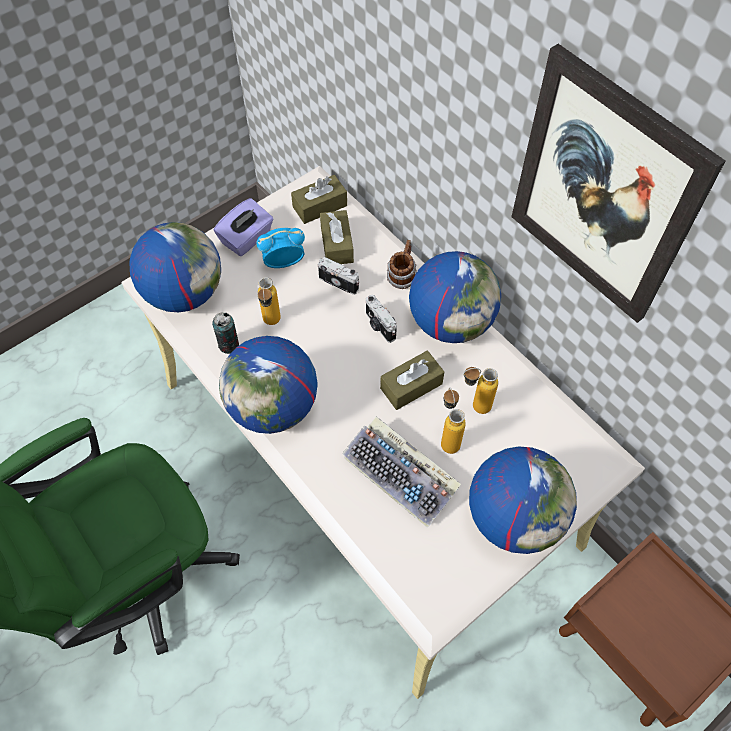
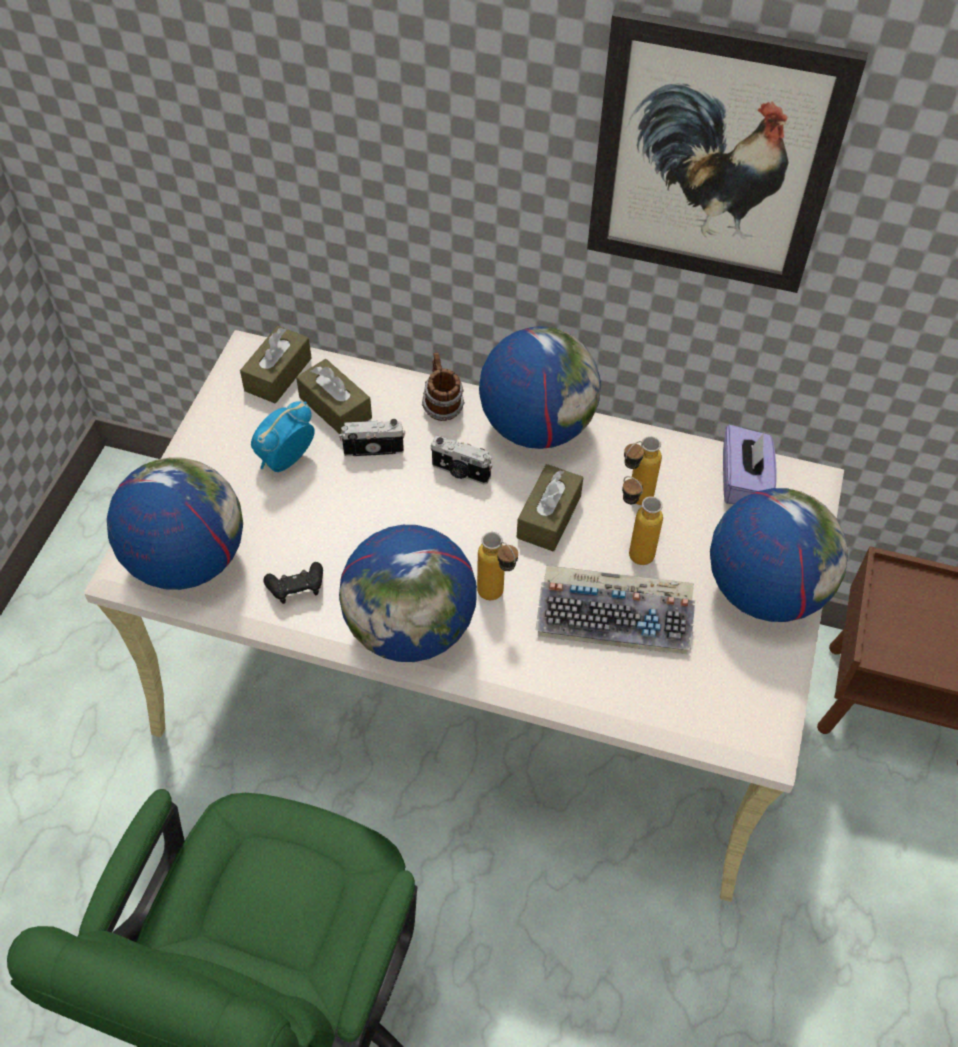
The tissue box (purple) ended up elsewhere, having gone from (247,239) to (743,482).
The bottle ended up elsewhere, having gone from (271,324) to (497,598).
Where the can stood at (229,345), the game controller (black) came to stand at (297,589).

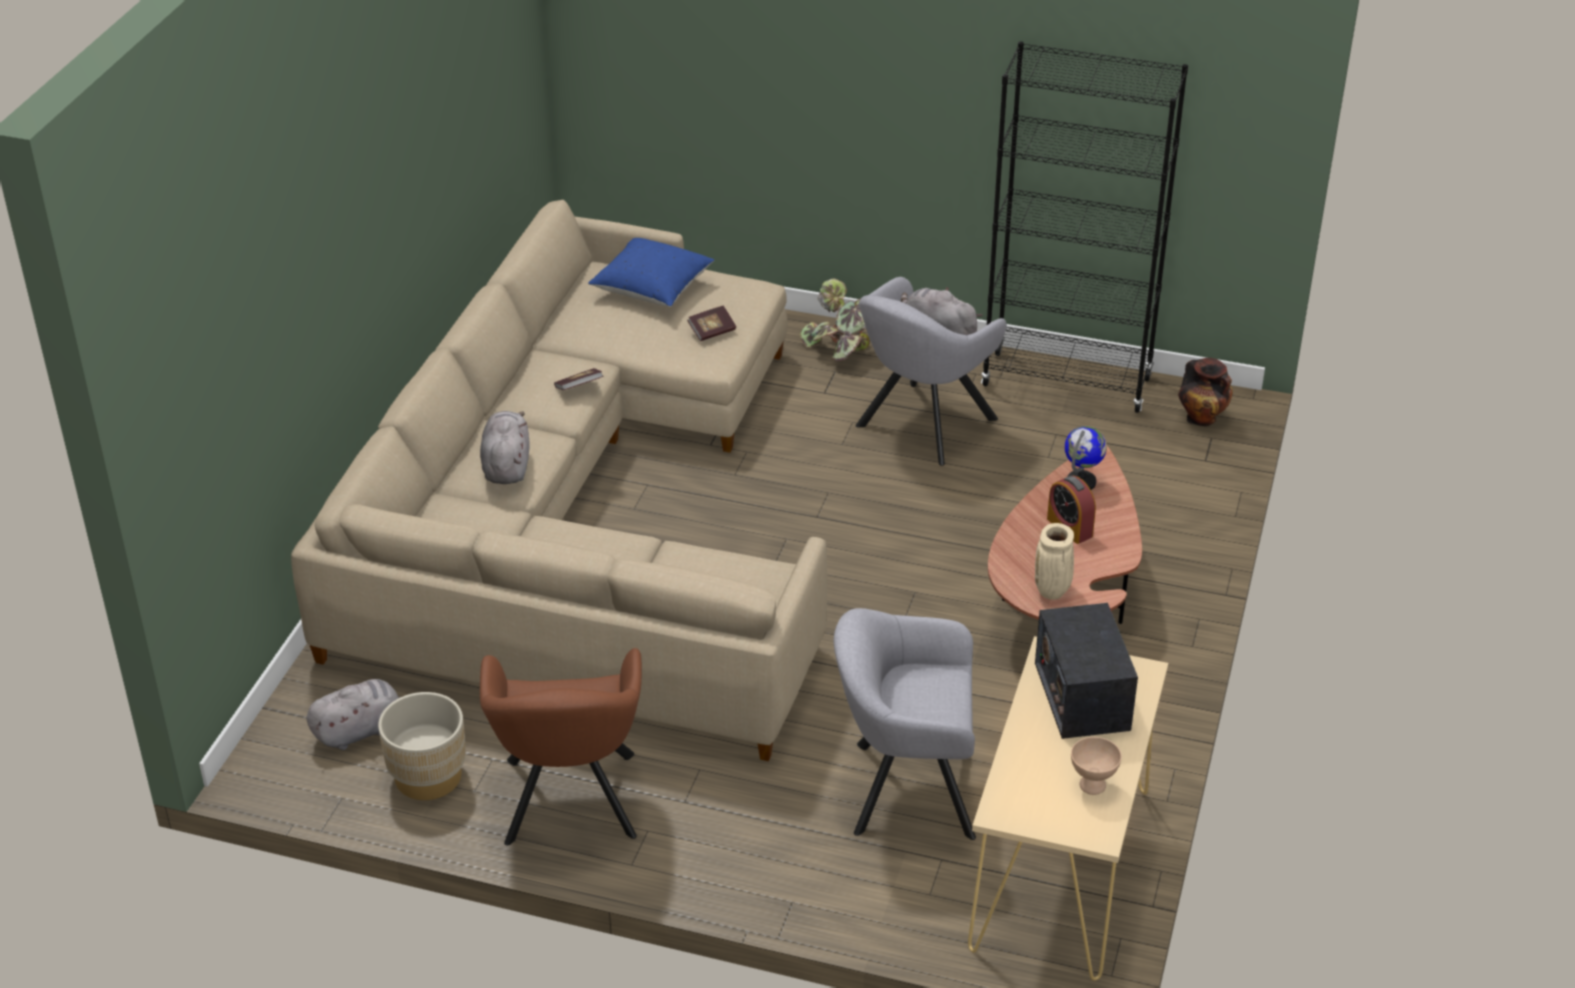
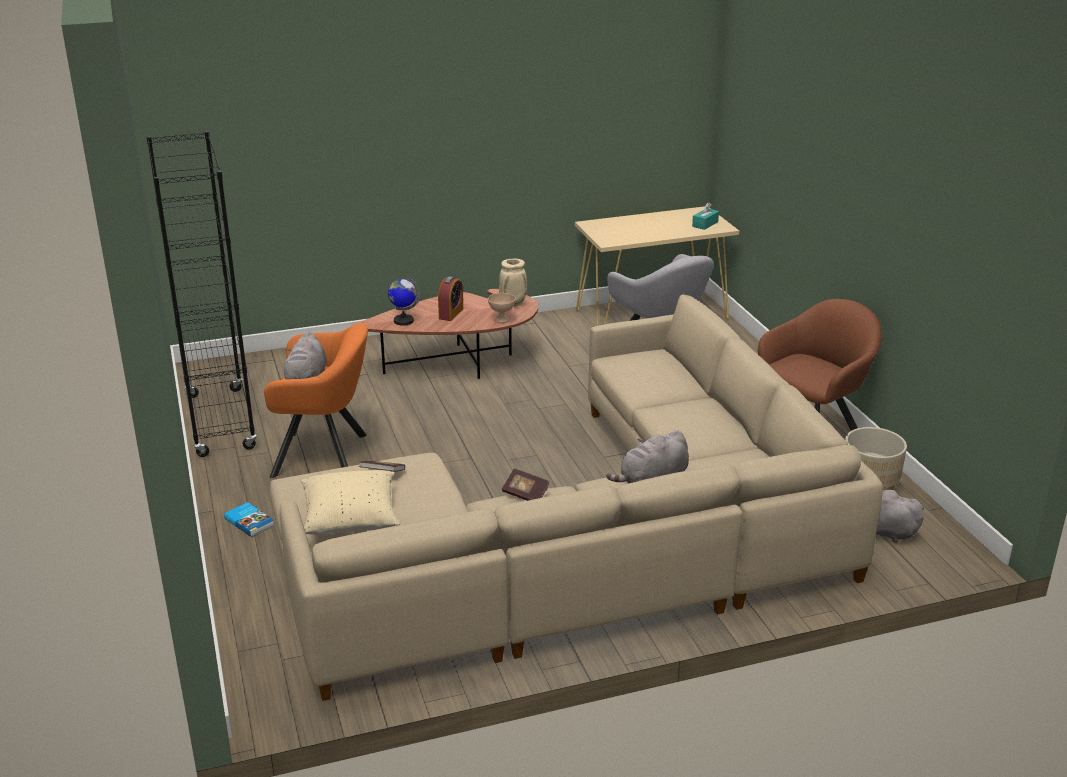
The second view lost the radio at (1081,695).
The second view lost the vase at (1202,419).
The second view gained the tissue box (turquoise) at (705,224).
The bowl (beige) ended up elsewhere, having gone from (1092,786) to (502,320).
Where the potted plant stood at (840,349), the book came to stand at (250,521).
What was the pillow (blue) at (652,289) turned into the pillow (beige) at (350,519).
What was the armchair (grey) at (921,426) turned into the armchair (orange) at (326,455).

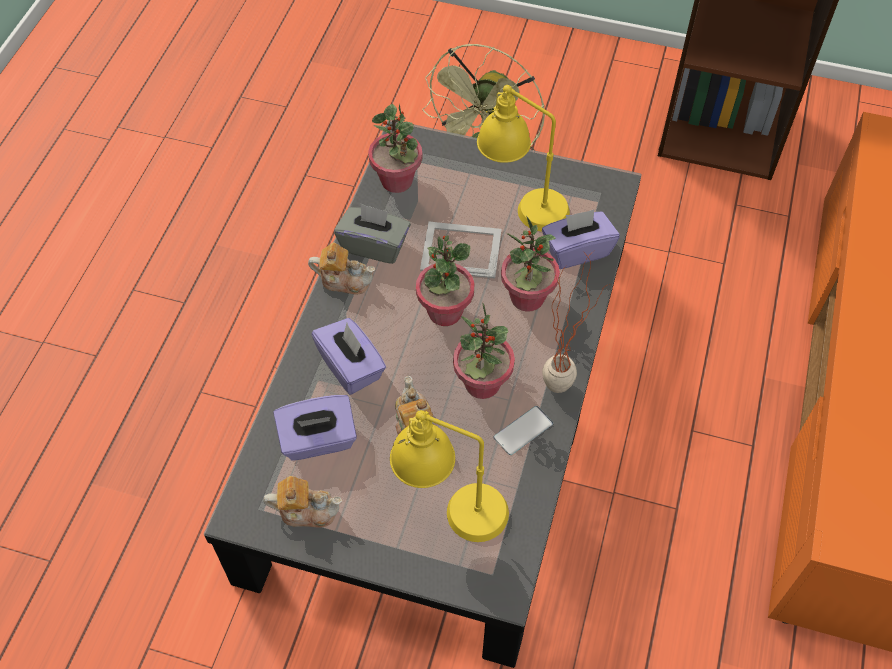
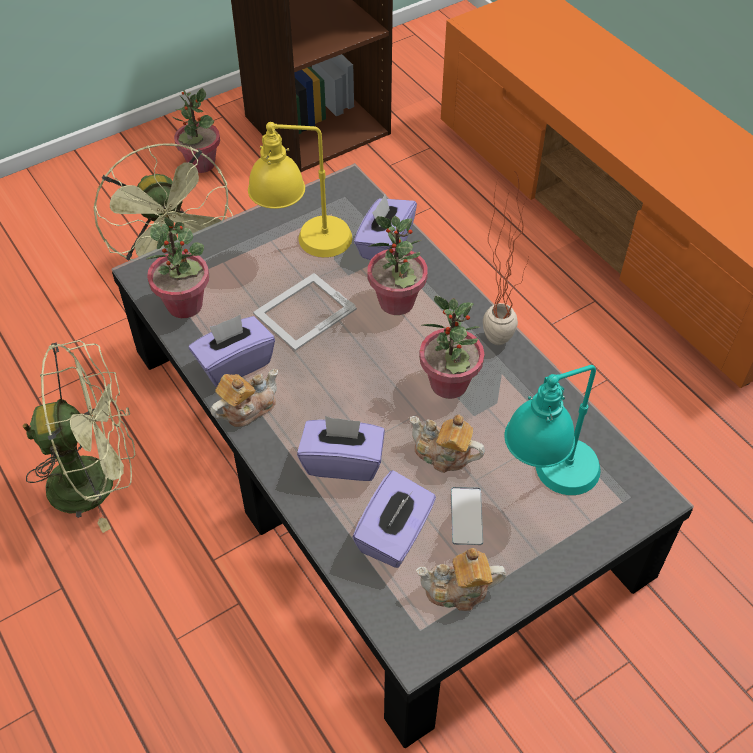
The second view gained the fan (green) at (97,480).
The potted plant ended up elsewhere, having gone from (444,312) to (201,164).
The phone ended up elsewhere, having gone from (523,430) to (466,516).
What was the tissue box (grey) at (374,245) turned into the tissue box (purple) at (234,364).
What was the table lamp (yellow) at (450,508) turned into the table lamp (turquoise) at (547,483).
The teapot at (306,510) ended up facing another way, 135 degrees counterclockwise from before.

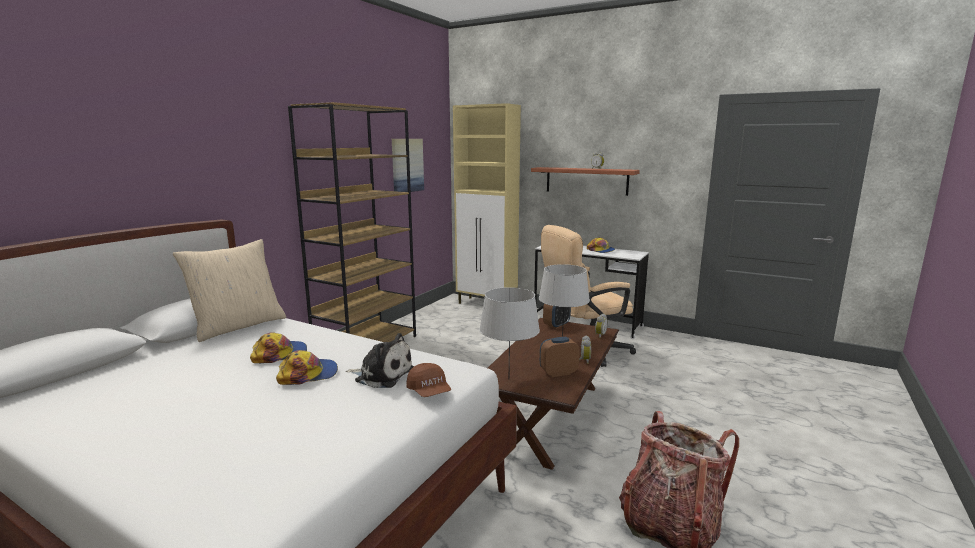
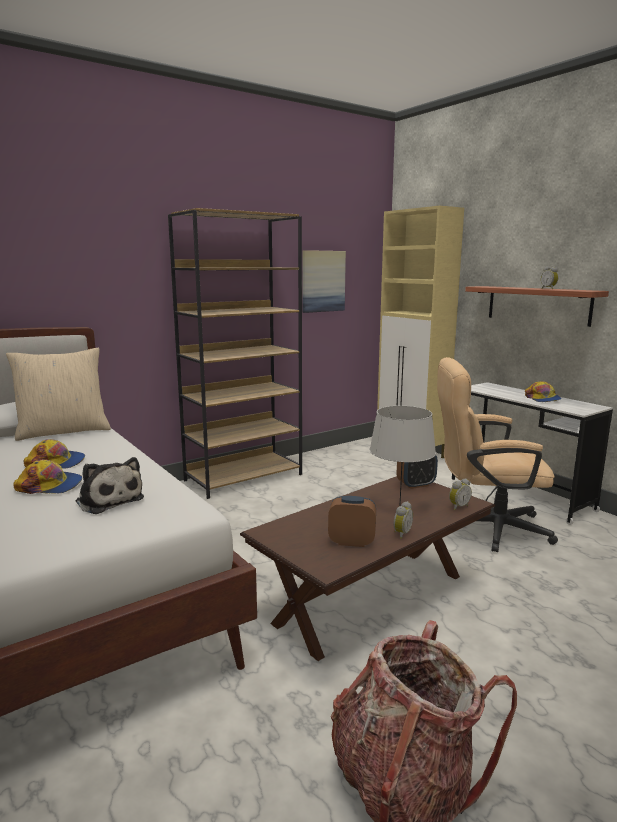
The second view lost the cap (brown) at (429,391).
The second view lost the table lamp (grey) at (508,379).

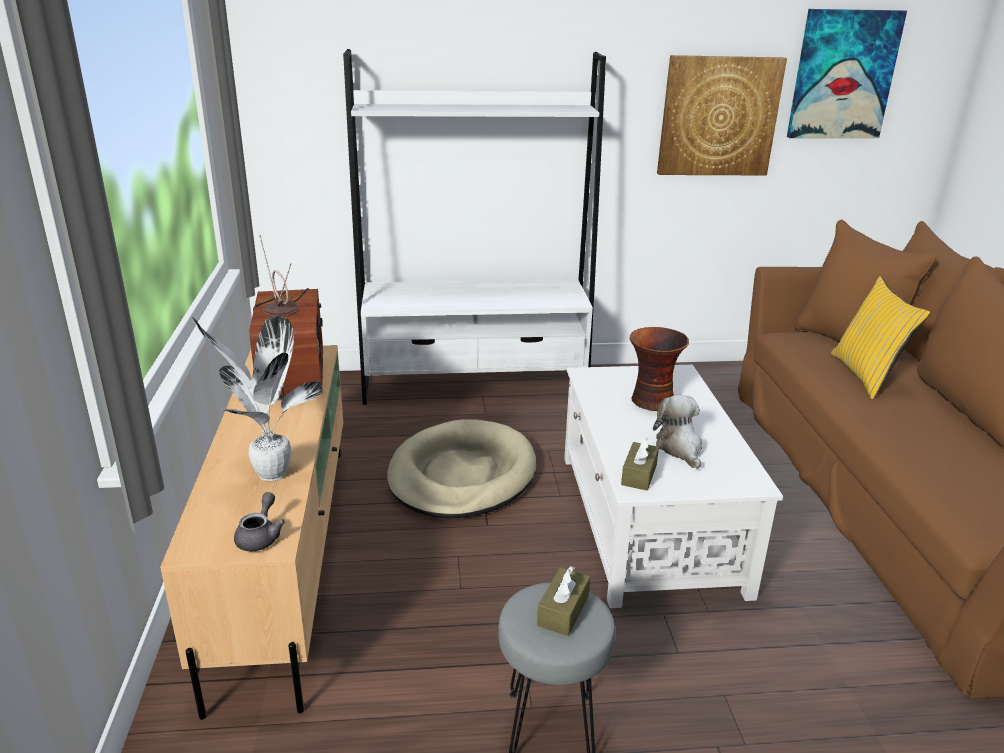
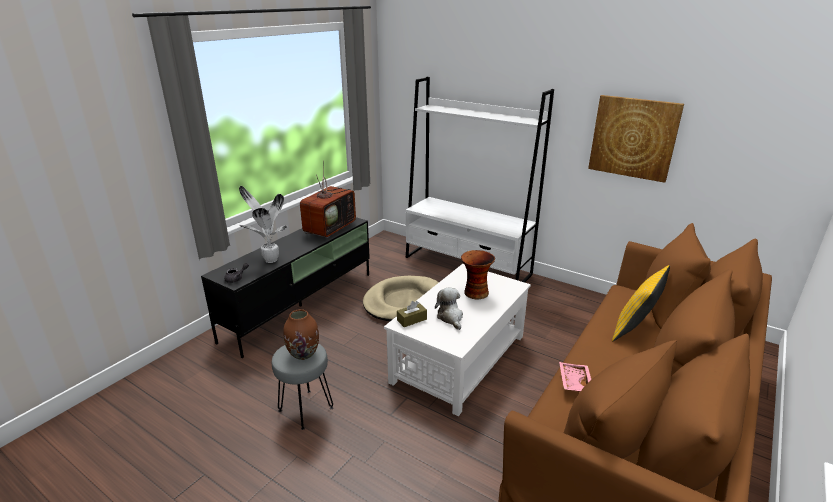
The second view lost the picture at (843,75).
The second view gained the tray (pink) at (574,382).
Where the tissue box (brown) stood at (563,611), the vase (brown) came to stand at (303,353).
What was the tv stand (beige) at (286,557) turned into the tv stand (black) at (301,305).
The plush toy at (680,448) ended up facing another way, 45 degrees counterclockwise from before.

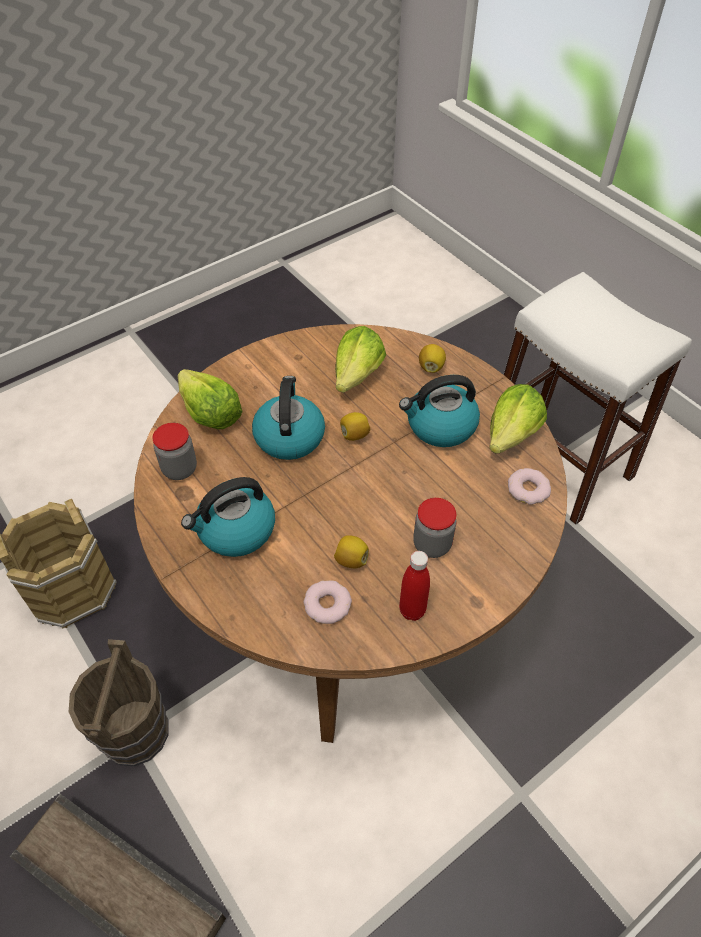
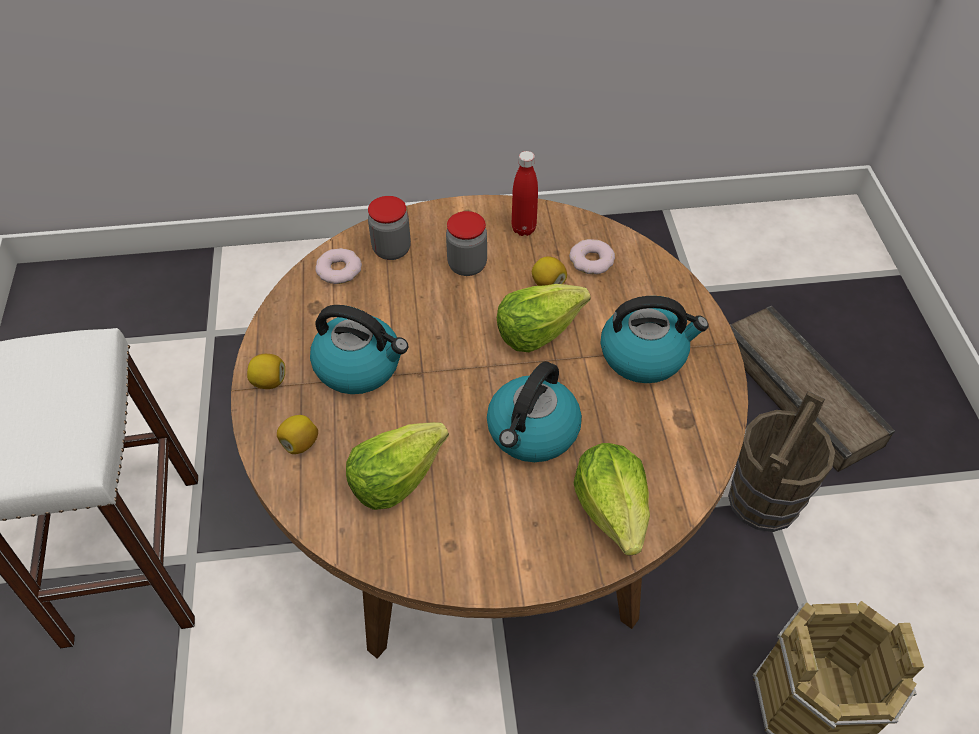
The jar ended up elsewhere, having gone from (179,469) to (391,249).
The lemon ended up elsewhere, having gone from (354,435) to (269,381).
The lettuce ended up elsewhere, having gone from (512,434) to (538,330).

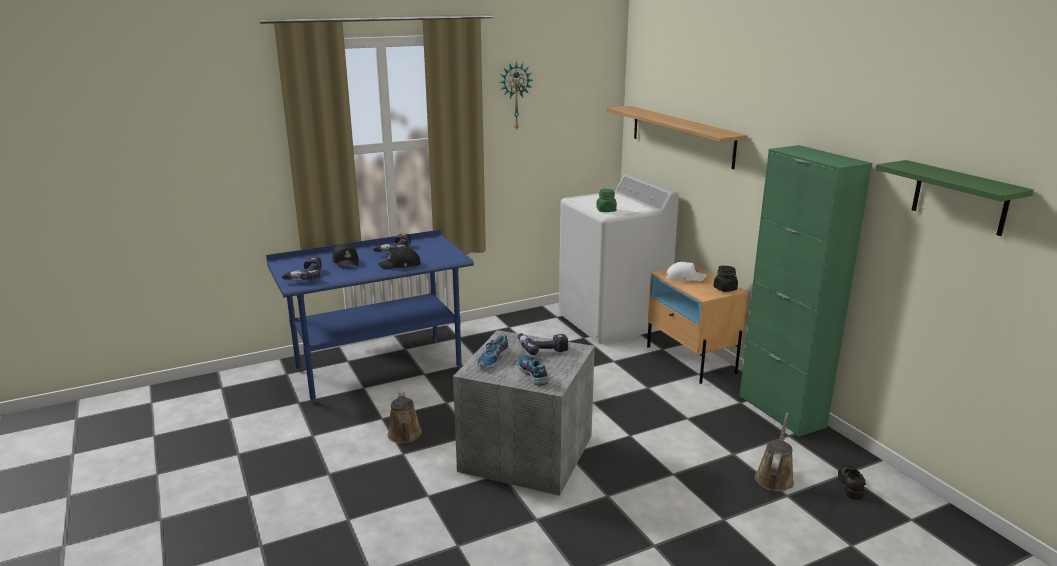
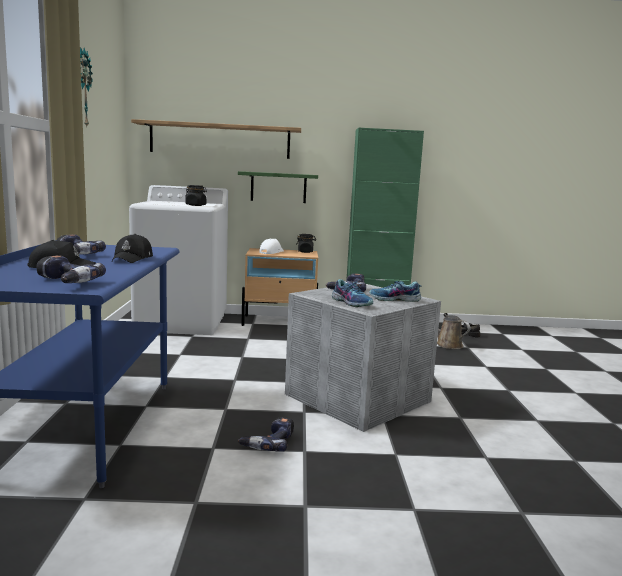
The shelf (green) ended up elsewhere, having gone from (960,198) to (278,187).
Where the watering can (brown) stood at (405,436), the power drill came to stand at (268,443).
What was the jar (green) at (606,210) turned into the jar (black) at (196,205).

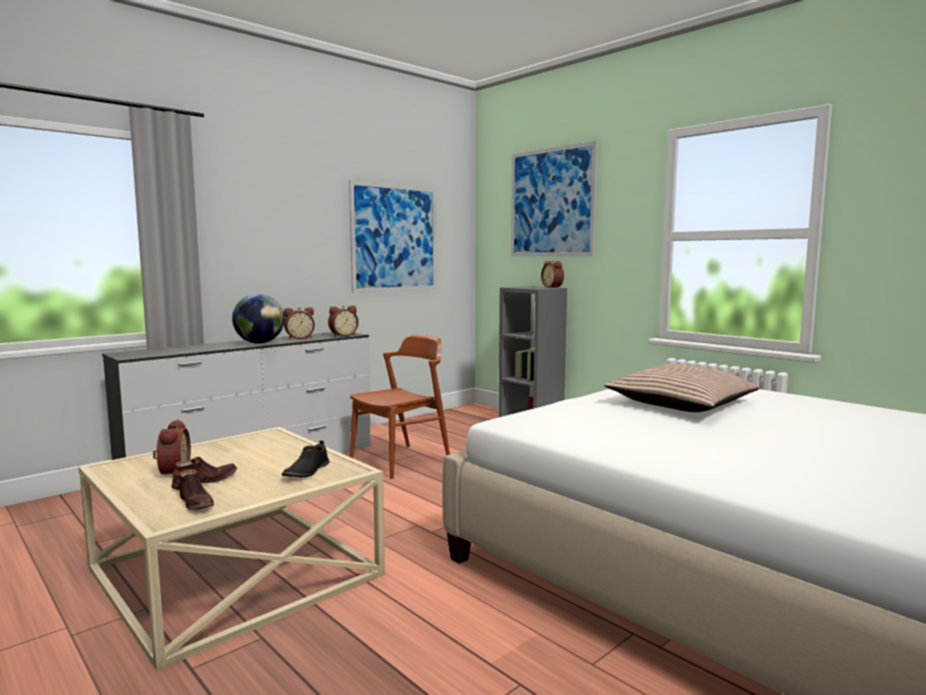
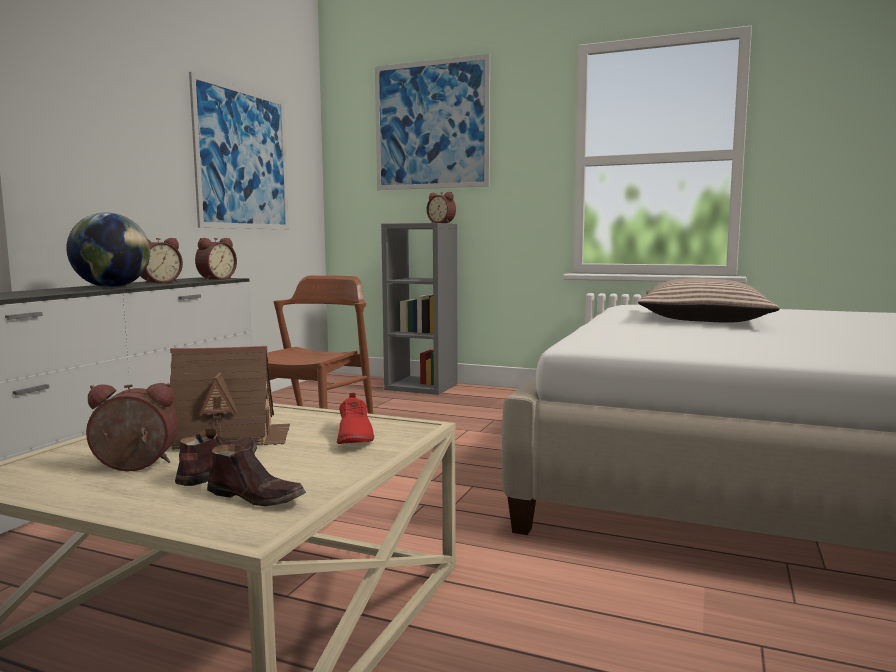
The second view gained the toy house at (231,437).
What was the shoe (black) at (306,471) turned into the shoe (red) at (353,437).
The alarm clock at (172,472) ended up facing another way, 60 degrees counterclockwise from before.

